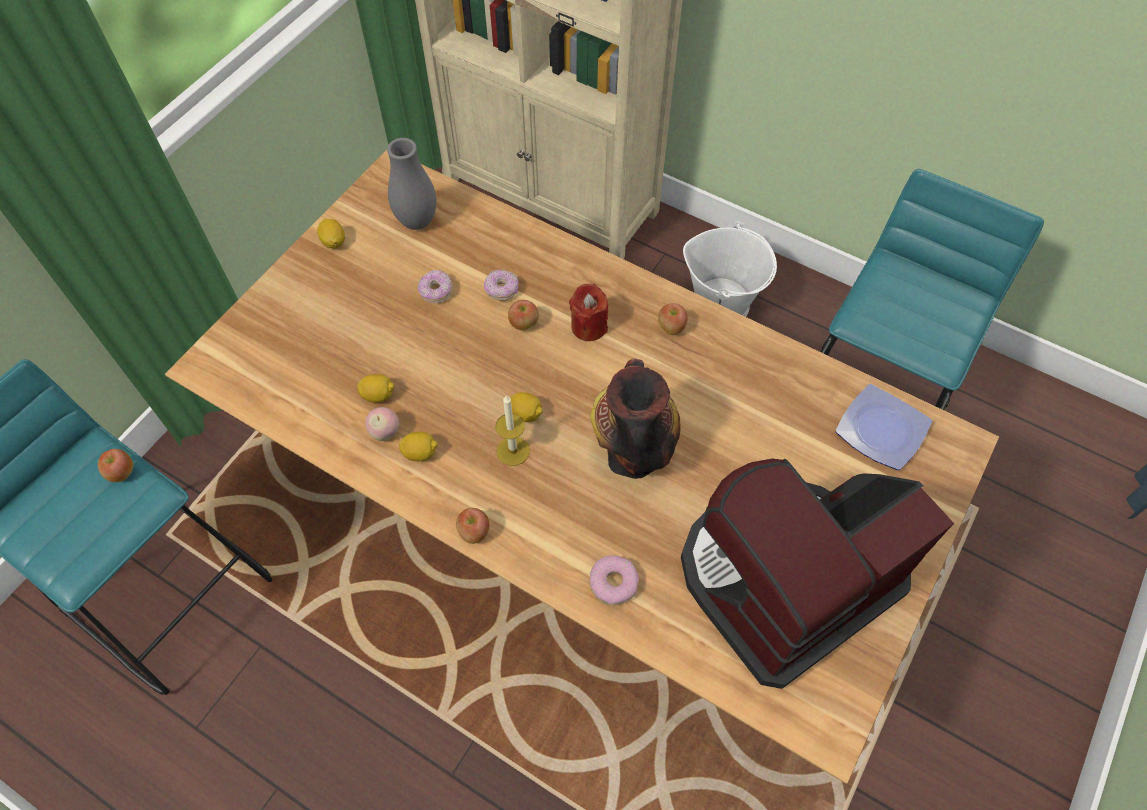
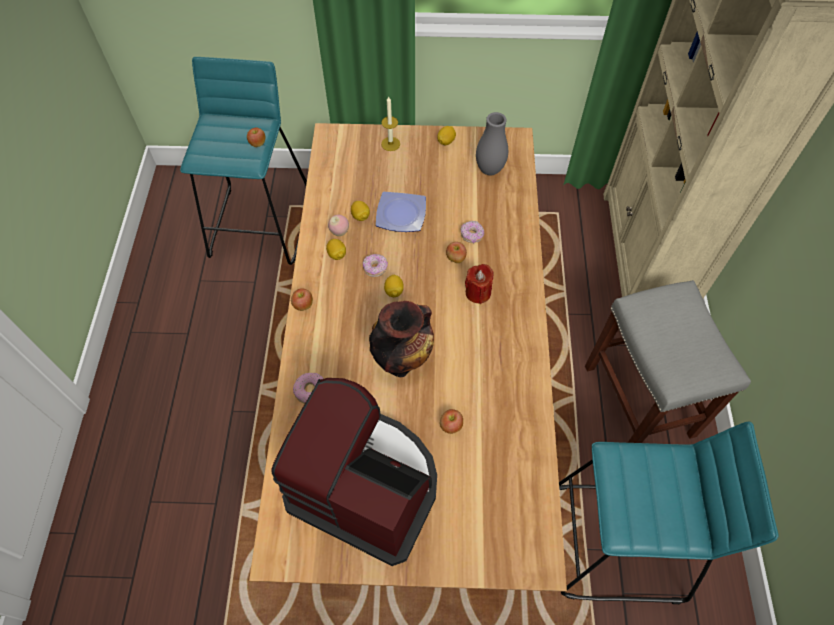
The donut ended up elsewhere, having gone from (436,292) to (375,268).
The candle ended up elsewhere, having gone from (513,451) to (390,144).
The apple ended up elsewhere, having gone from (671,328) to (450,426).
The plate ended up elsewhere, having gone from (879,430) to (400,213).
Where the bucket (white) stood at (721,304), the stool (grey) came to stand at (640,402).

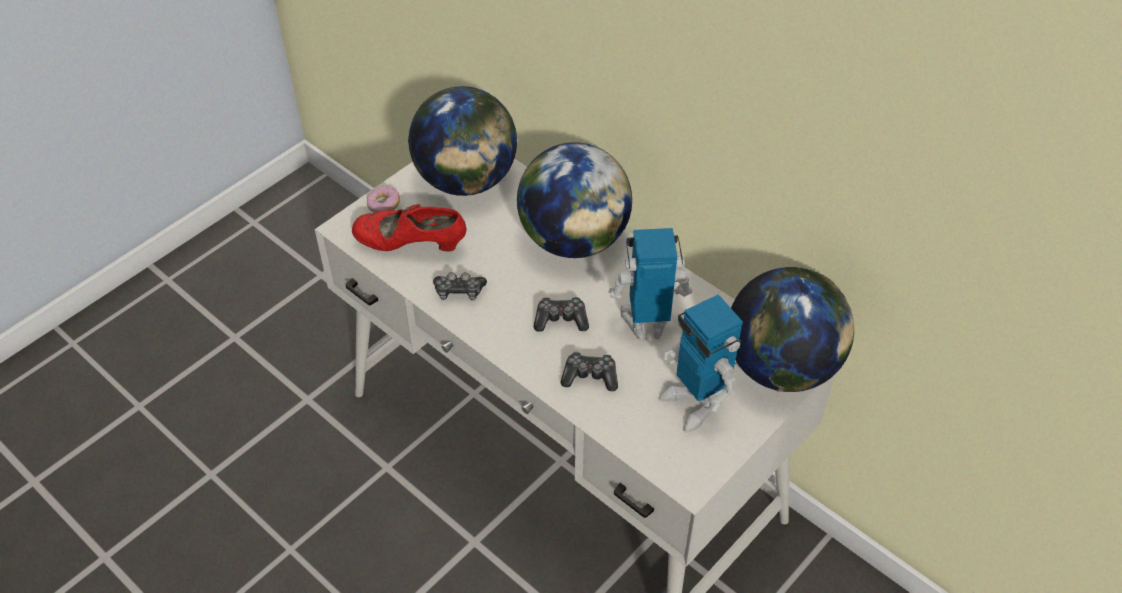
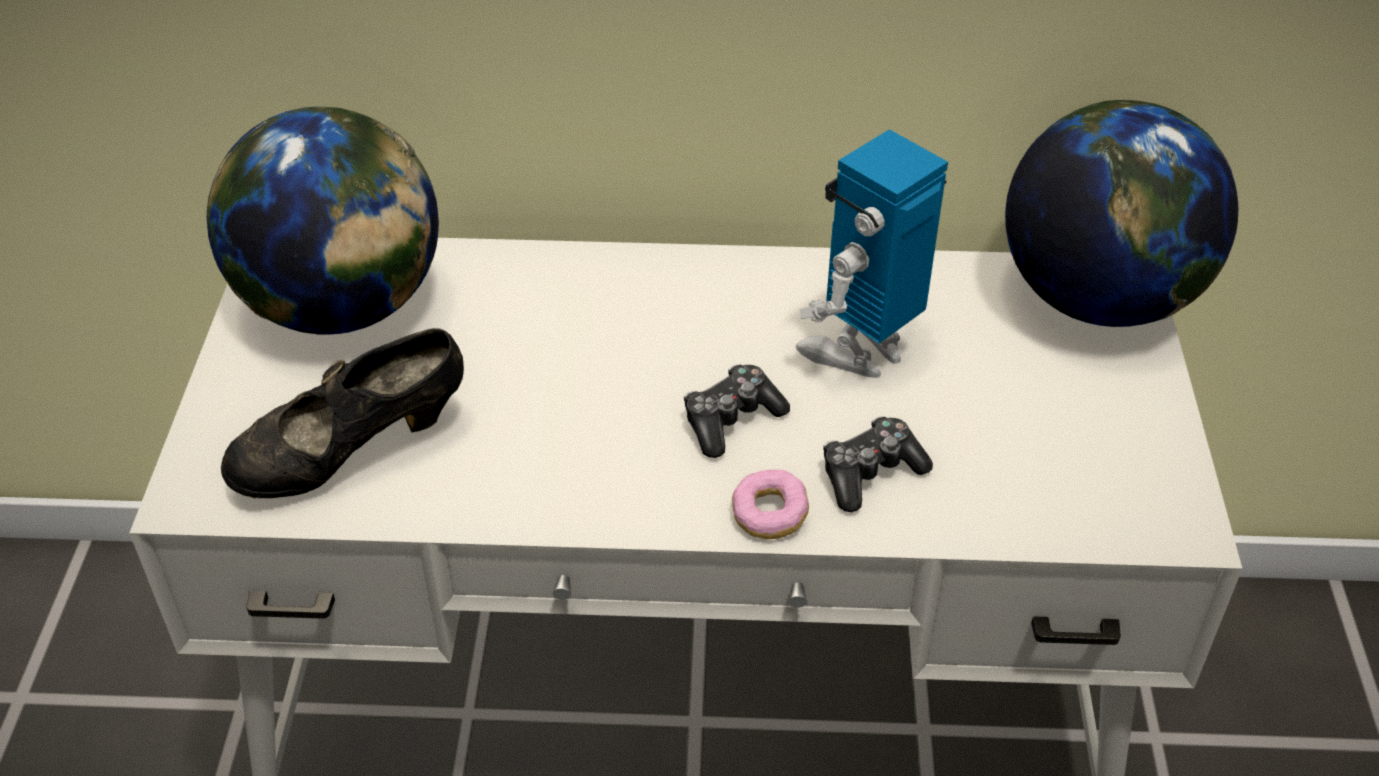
The second view lost the game controller at (459,292).
The second view lost the globe at (574,240).
The second view lost the toy robot at (694,403).
The donut ended up elsewhere, having gone from (384,205) to (769,516).
What was the shoe (red) at (411,245) turned into the shoe (black) at (352,455).

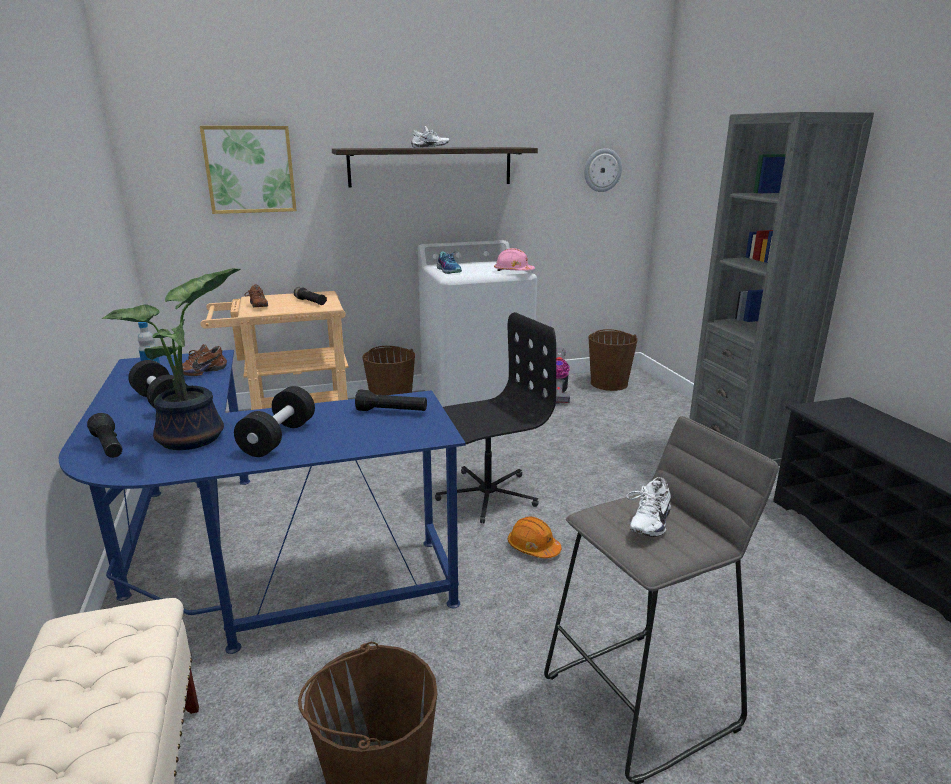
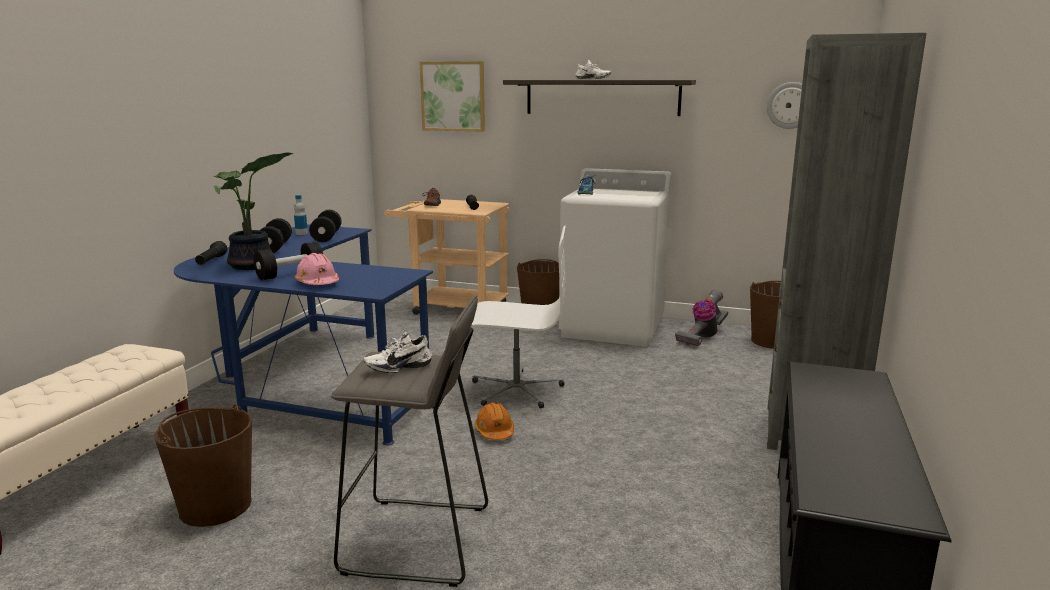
The second view lost the flashlight (black) at (392,411).
The hard hat (pink) ended up elsewhere, having gone from (513,271) to (317,283).
Where the shoe (brown) stood at (200,372), the dumbbell (black) came to stand at (326,237).
What was the office chair (black) at (486,494) turned into the office chair (white) at (516,390).

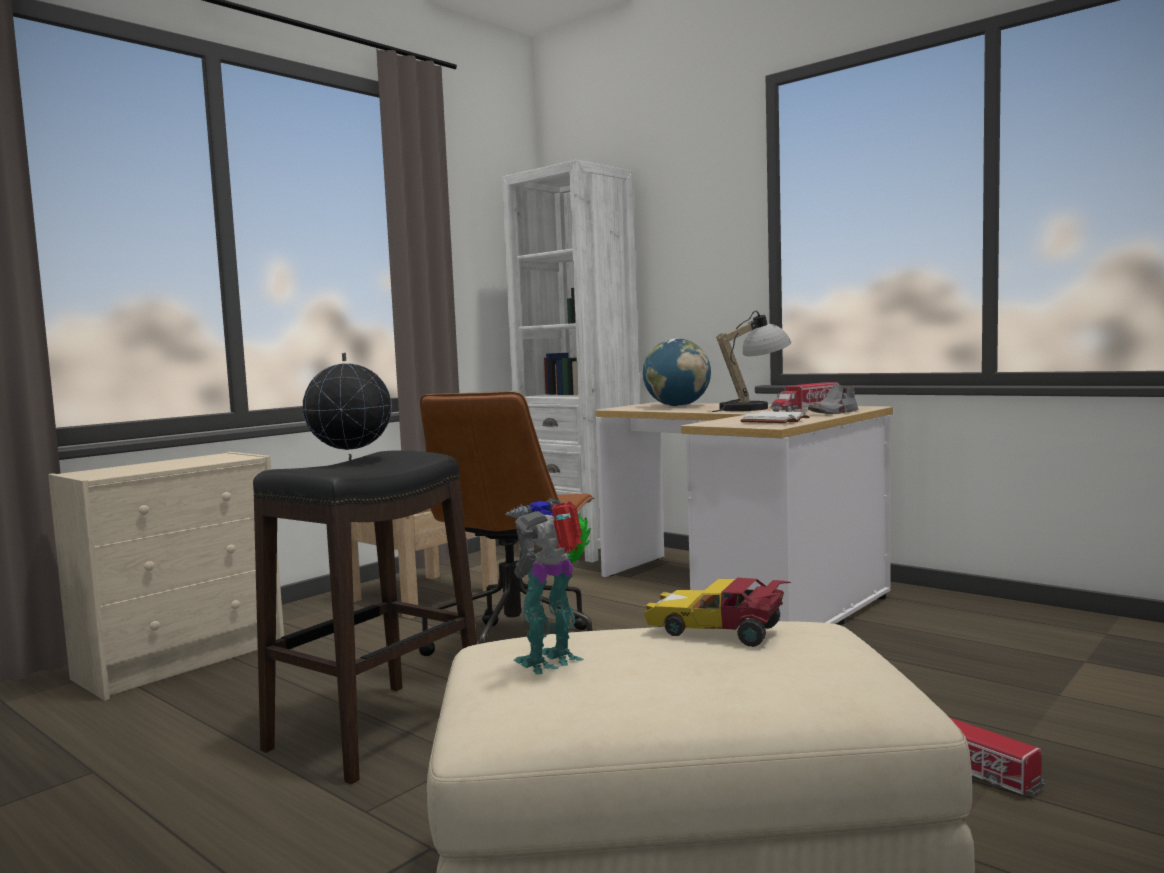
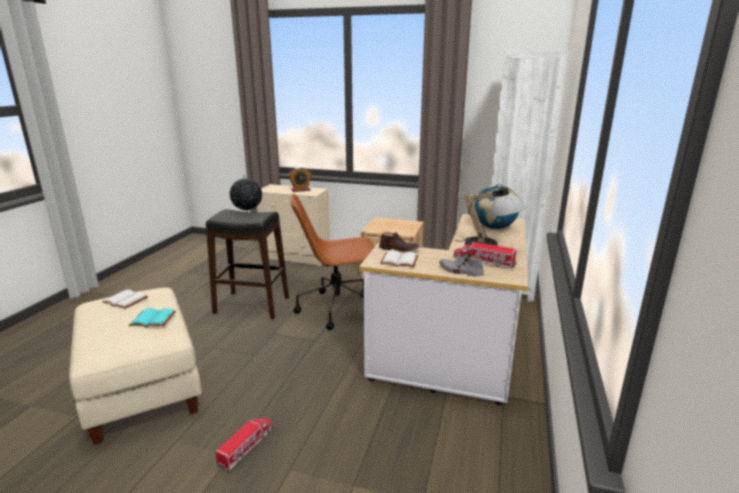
The second view gained the alarm clock at (300,190).
The second view gained the shoe (brown) at (399,249).
Where the toy robot stood at (554,662), the book (white) came to stand at (126,300).
Where the toy car stood at (719,631), the book (turquoise) came to stand at (152,320).

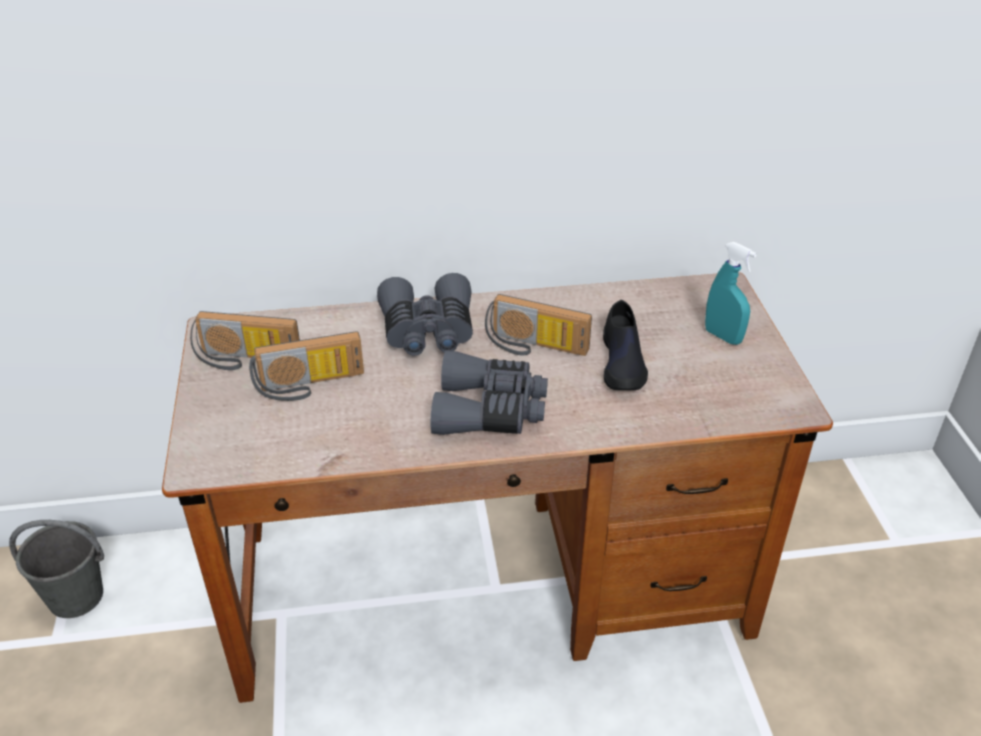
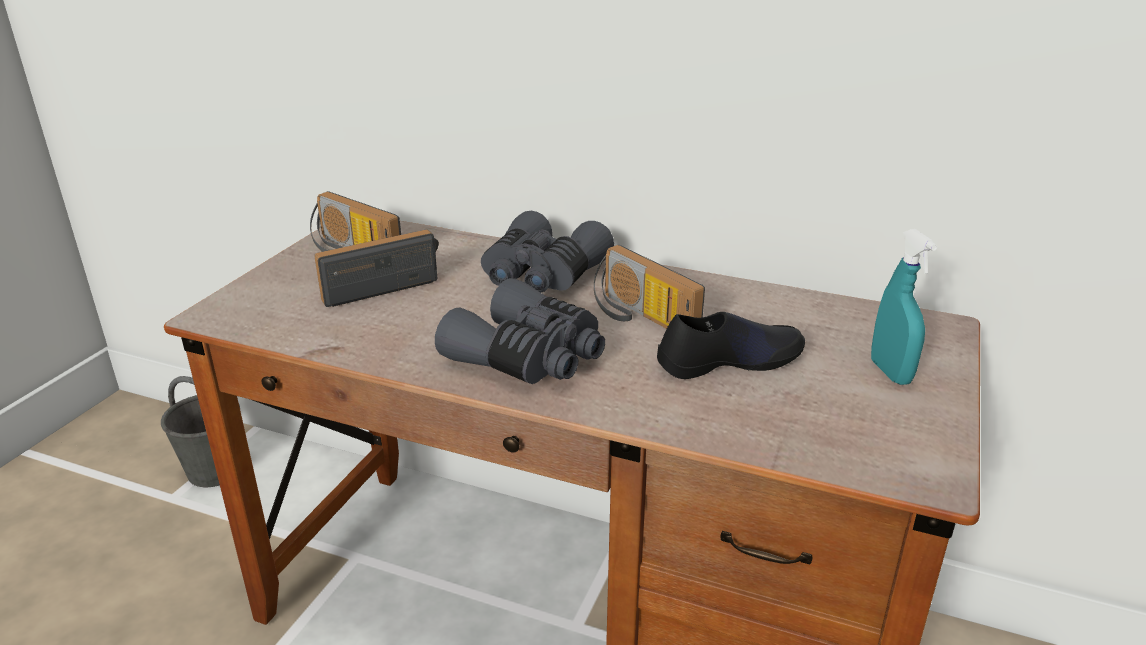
The radio at (310,386) ended up facing another way, 135 degrees clockwise from before.
The shoe (black) at (622,363) ended up facing another way, 135 degrees counterclockwise from before.

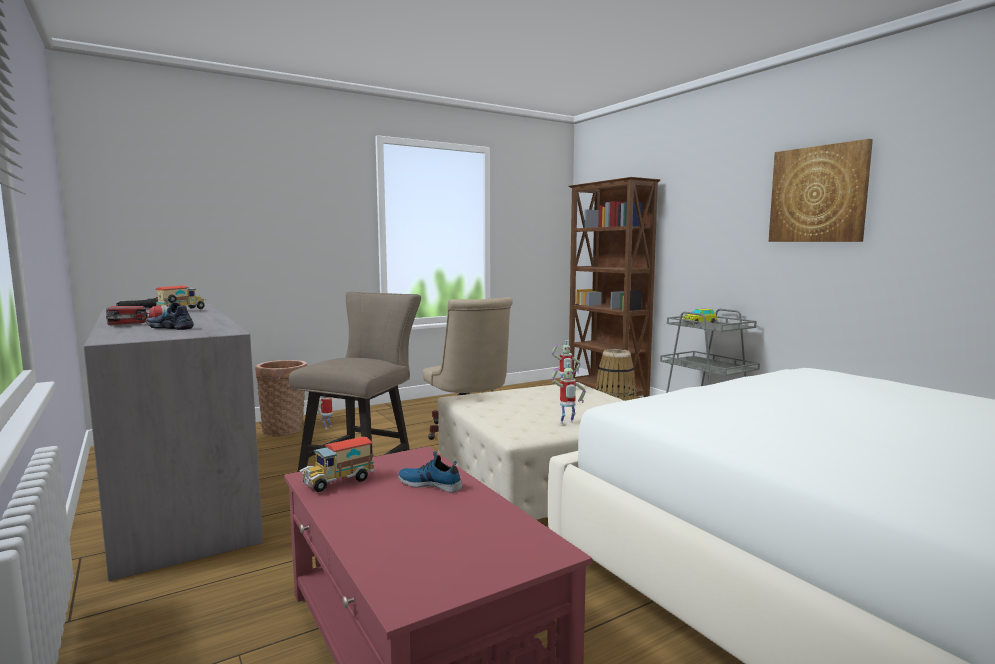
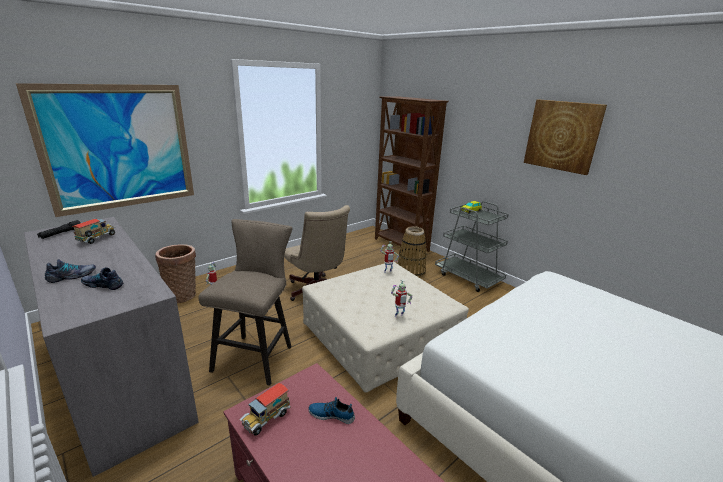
The second view gained the picture at (119,148).
Where the flashlight stood at (139,324), the shoe came to stand at (72,276).

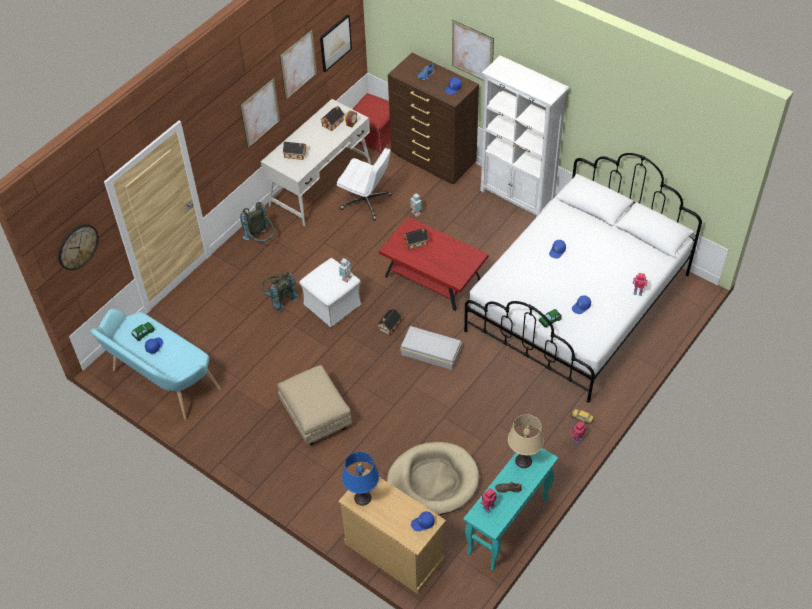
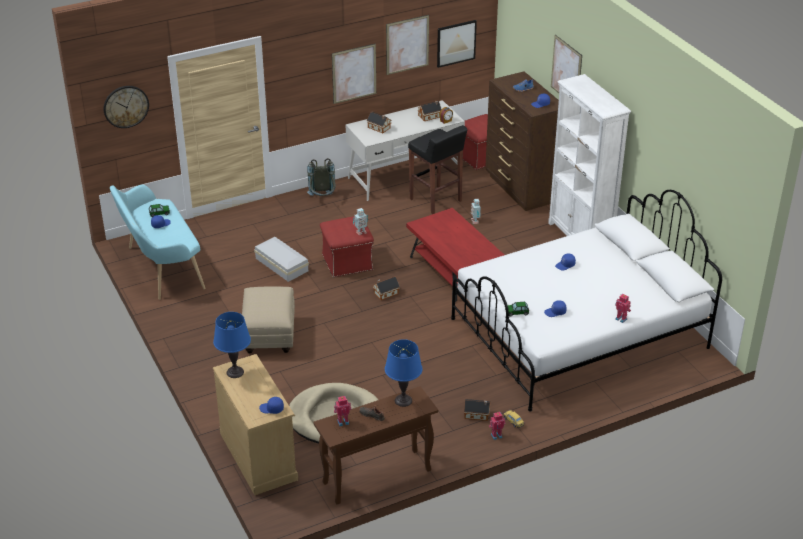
The second view lost the backpack (grey) at (279,299).
The storage box (white) ended up elsewhere, having gone from (430,351) to (281,264).
The toy house ended up elsewhere, having gone from (417,242) to (477,414).
Where the office chair (white) stood at (366,202), the stool (black) came to stand at (436,200).
What was the ottoman (white) at (332,305) turned into the ottoman (red) at (347,262).
What was the console table (turquoise) at (507,527) turned into the console table (brown) at (376,477).
What was the table lamp (beige) at (523,461) turned into the table lamp (blue) at (403,400).

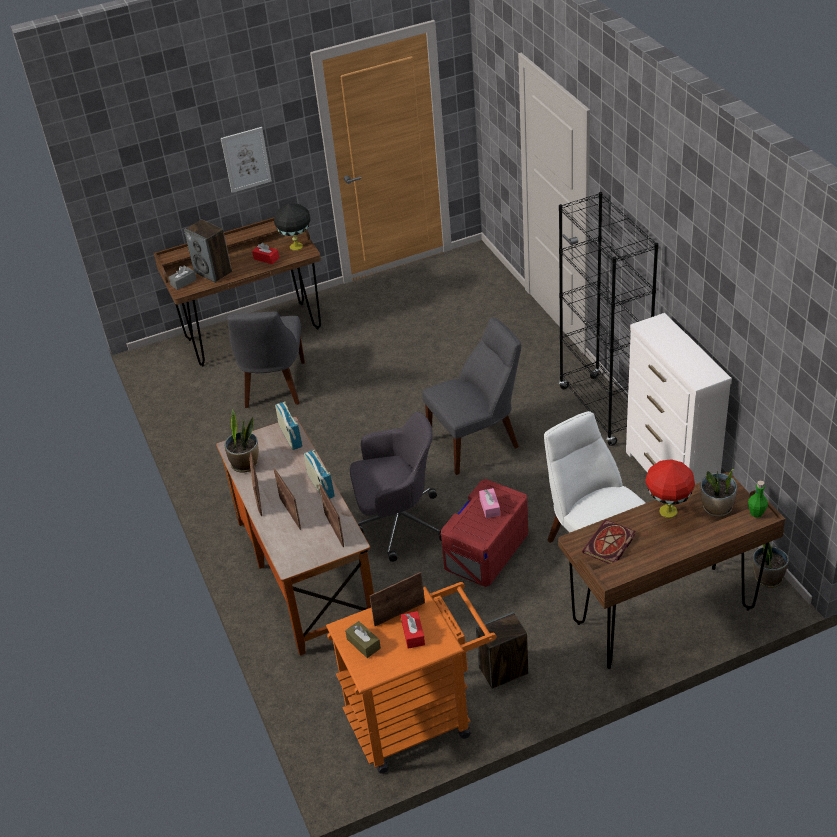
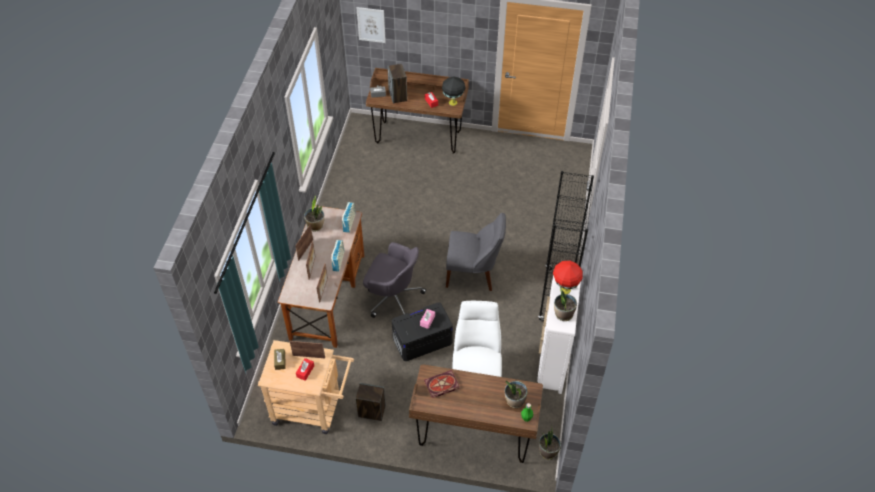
The second view lost the chair (grey) at (274,387).
The second view gained the potted plant at (563,314).
The picture ended up elsewhere, having gone from (246,159) to (371,25).
The table lamp (red) ended up elsewhere, having gone from (667,512) to (564,290).
What was the cart (orange) at (419,718) turned into the cart (beige) at (313,409).
What was the storage box (red) at (486,550) turned into the storage box (black) at (422,340).

